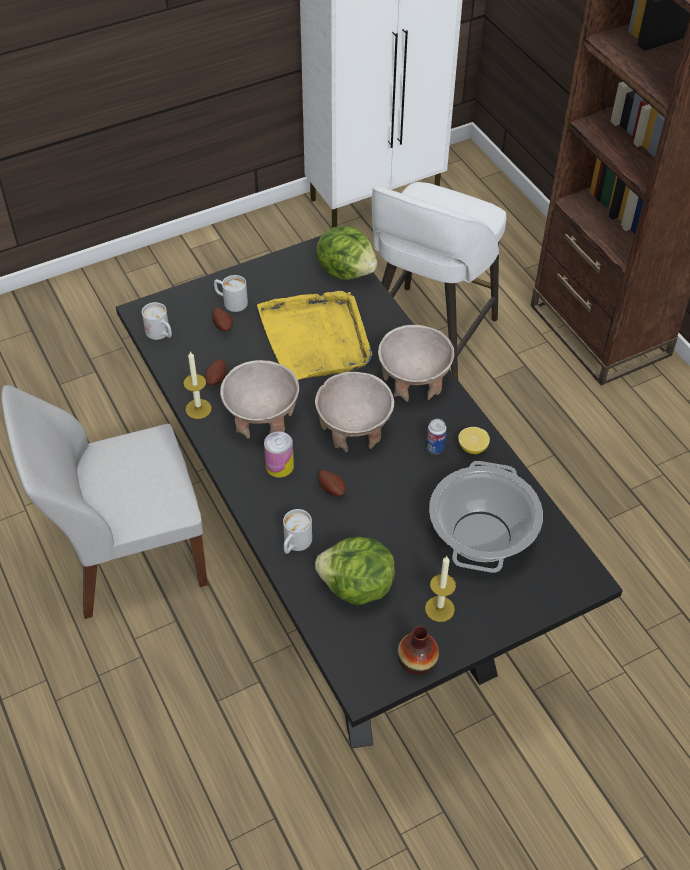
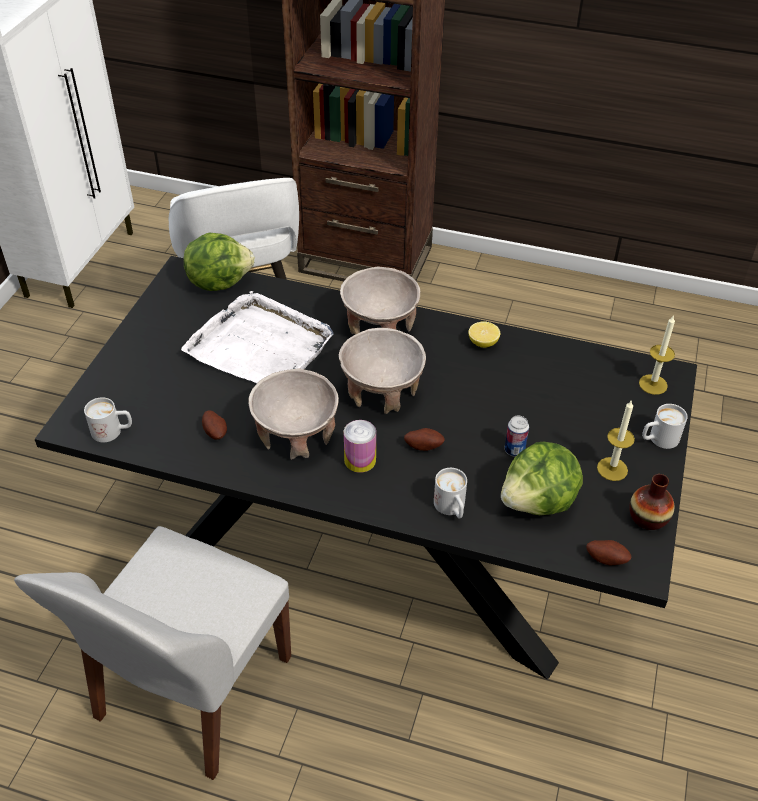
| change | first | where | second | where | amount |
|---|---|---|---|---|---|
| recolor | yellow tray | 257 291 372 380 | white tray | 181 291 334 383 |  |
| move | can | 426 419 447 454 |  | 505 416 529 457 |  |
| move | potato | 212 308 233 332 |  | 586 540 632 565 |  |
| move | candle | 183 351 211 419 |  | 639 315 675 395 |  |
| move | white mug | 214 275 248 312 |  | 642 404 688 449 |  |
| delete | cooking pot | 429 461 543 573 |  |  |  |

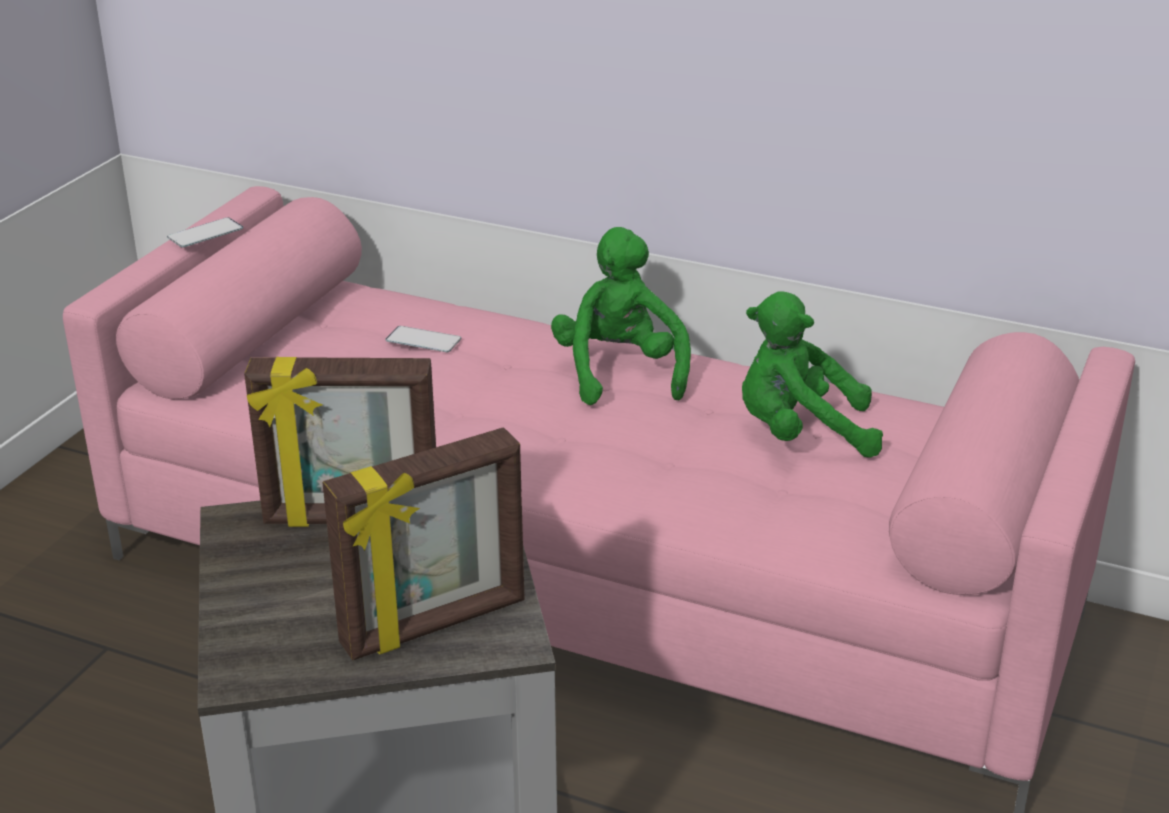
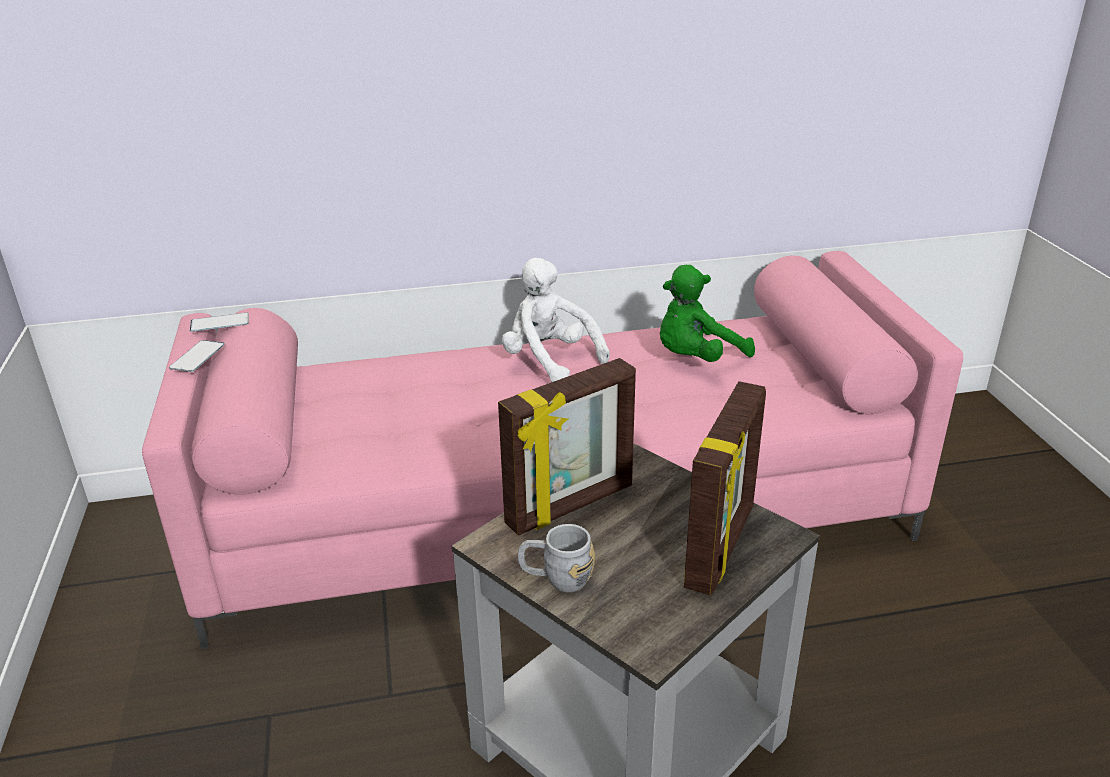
| change | first | where | second | where | amount |
|---|---|---|---|---|---|
| move | phone | 385 326 461 352 |  | 190 312 249 332 |  |
| recolor | green plush toy | 551 227 691 405 | white plush toy | 502 258 610 382 |  |
| insert |  |  | grey mug | 518 524 595 592 |  |

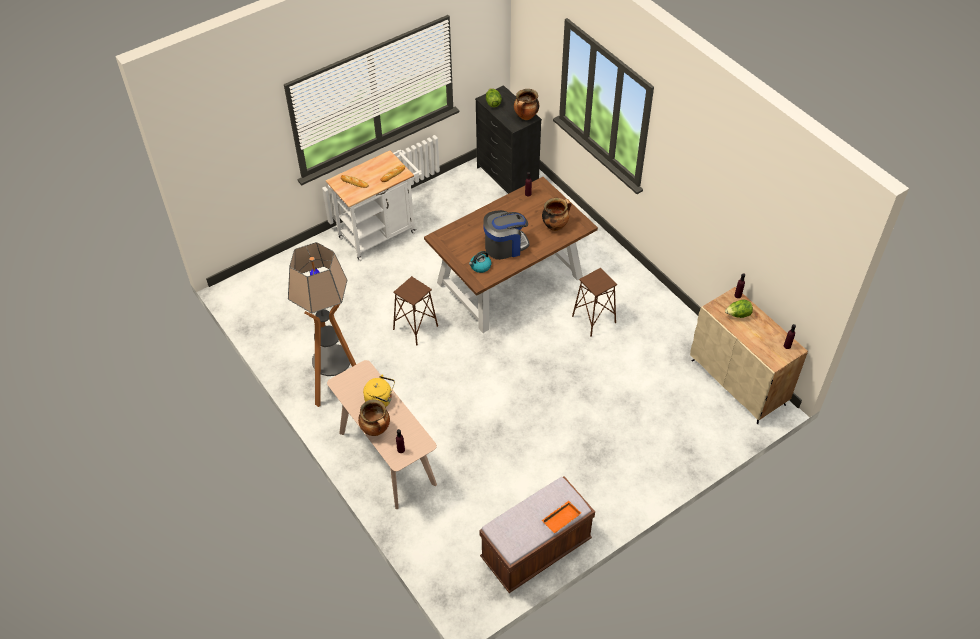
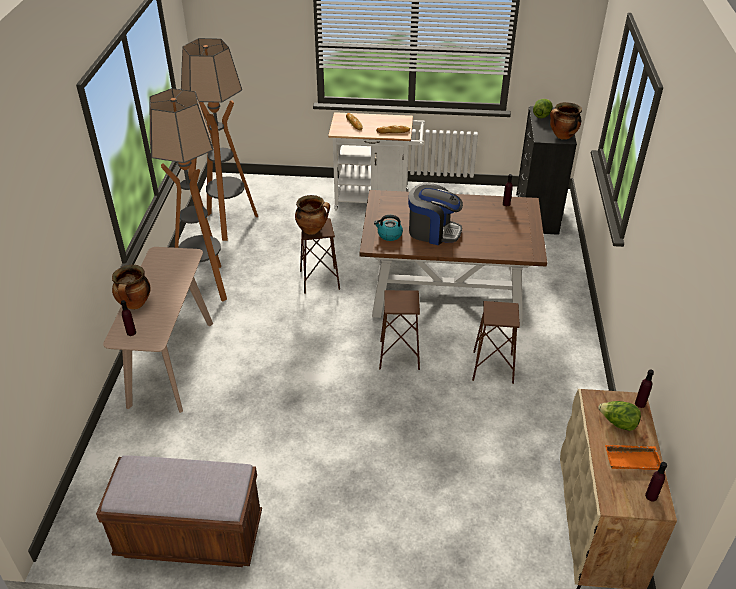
| change | first | where | second | where | amount |
|---|---|---|---|---|---|
| insert |  |  | floor lamp | 181 38 258 241 |  |
| move | cooking pot | 542 198 571 231 |  | 295 195 330 235 |  |
| insert |  |  | brown stool | 379 290 420 370 |  |
| move | orange tray | 542 501 581 533 |  | 605 445 661 470 |  |
| delete | yellow kettle | 363 375 395 407 |  |  |  |

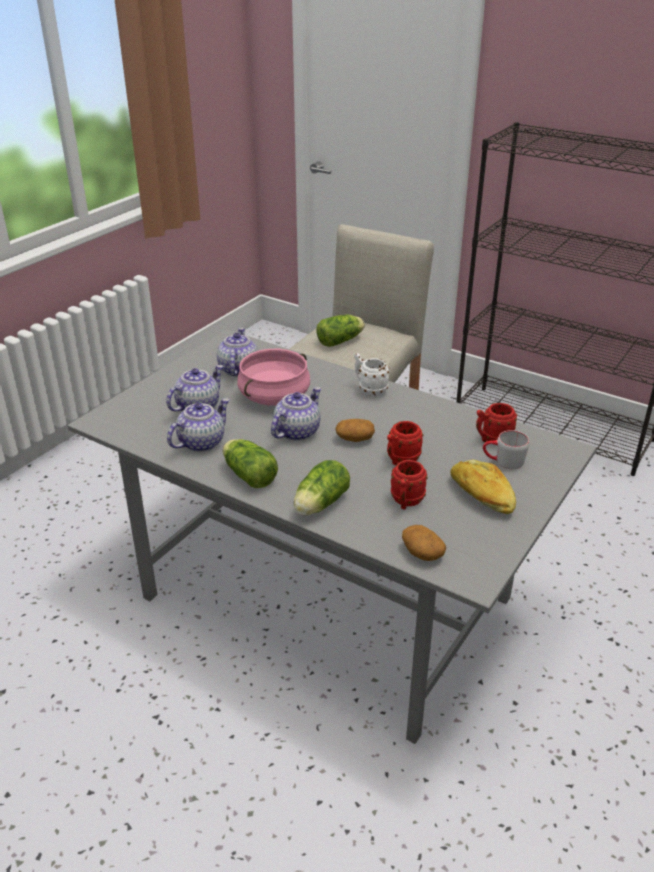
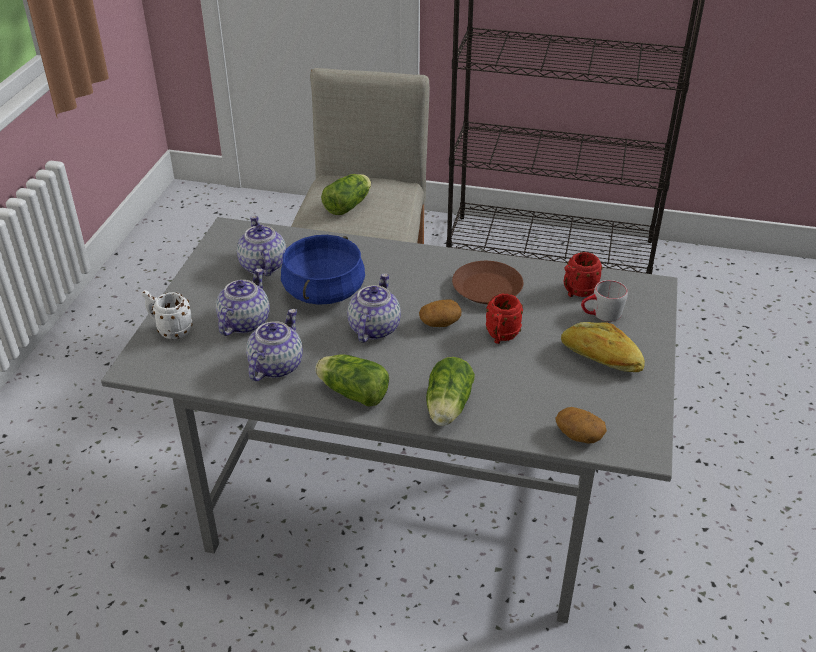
| change | first | where | second | where | amount |
|---|---|---|---|---|---|
| move | white mug | 354 353 389 396 |  | 142 290 192 339 |  |
| recolor | pink cooking pot | 237 349 310 406 | blue cooking pot | 281 235 365 305 |  |
| insert |  |  | brown plate | 452 261 523 304 |  |
| delete | red mug | 391 460 428 510 |  |  |  |

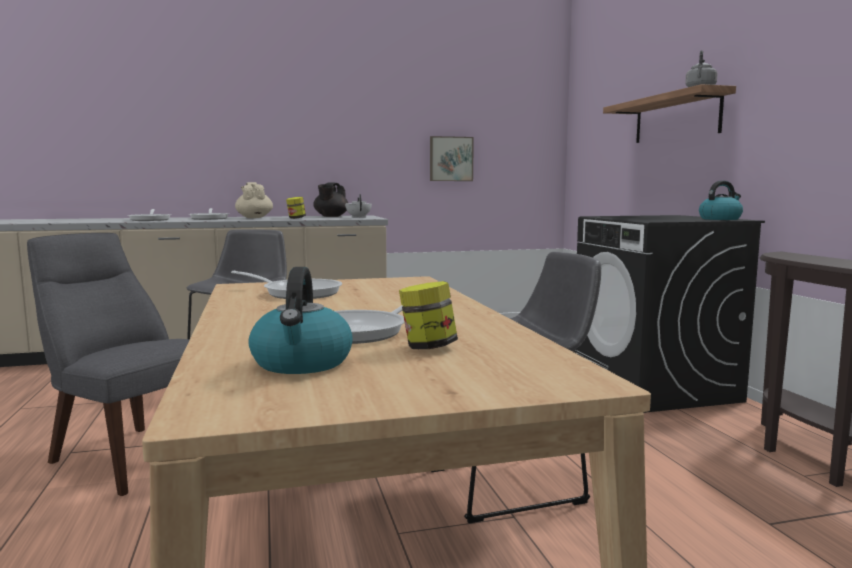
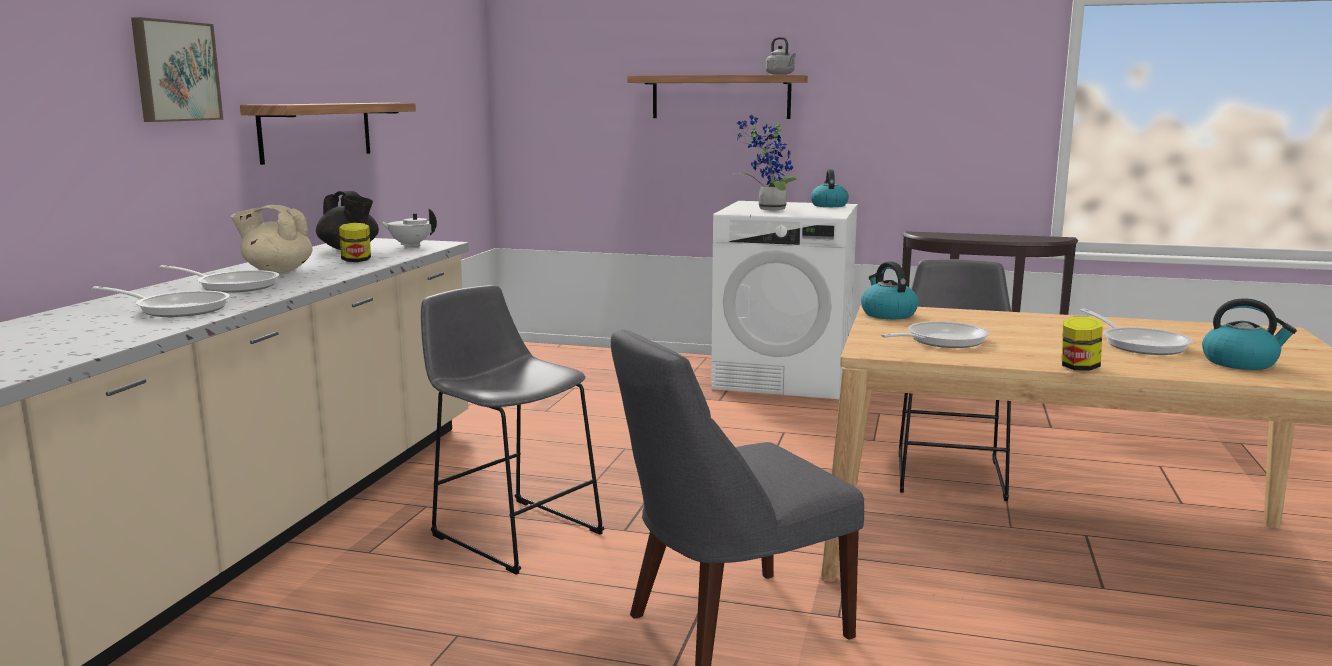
| change | first | where | second | where | amount |
|---|---|---|---|---|---|
| move | picture | 430 136 474 181 |  | 131 17 223 122 |  |
| insert |  |  | shelf | 240 103 416 165 |  |
| recolor | black washing machine | 574 215 765 413 | white washing machine | 711 201 858 399 |  |
| insert |  |  | potted plant | 733 115 799 210 |  |
| insert |  |  | kettle | 861 261 919 319 |  |
| move | jar | 399 281 458 349 |  | 1062 317 1103 371 |  |

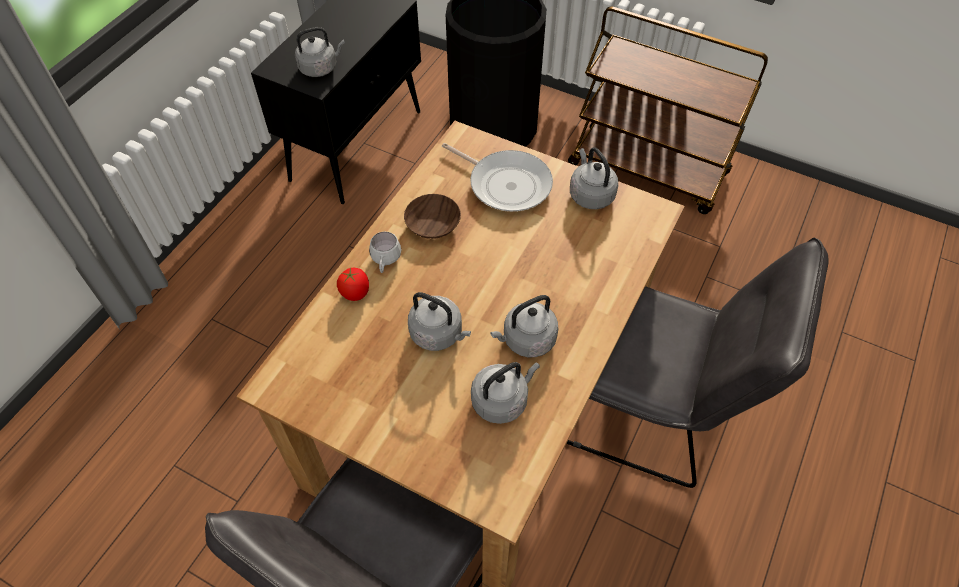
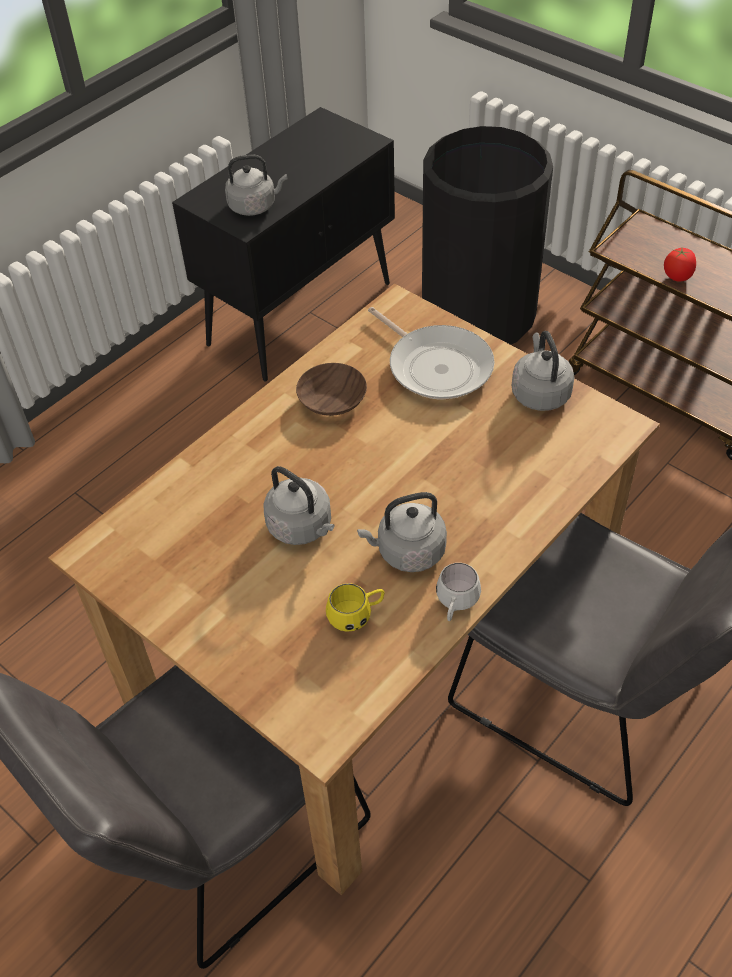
| change | first | where | second | where | amount |
|---|---|---|---|---|---|
| replace | grey kettle | 471 362 540 424 | yellow mug | 326 583 385 632 |  |
| move | white mug | 369 232 401 273 |  | 436 563 481 621 |  |
| move | tomato | 337 268 369 301 |  | 664 248 696 282 |  |

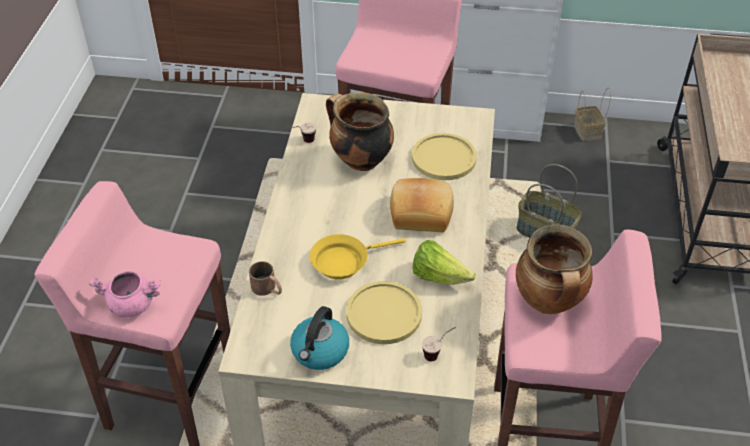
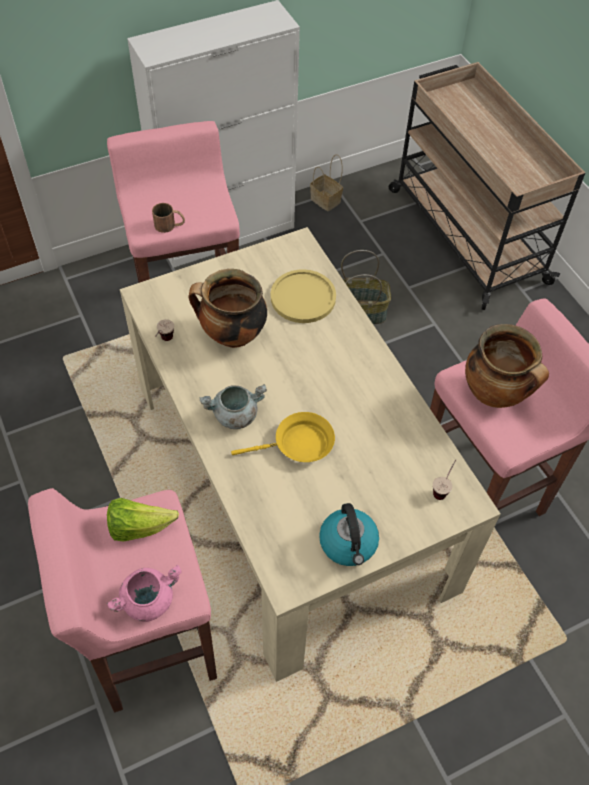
| change | first | where | second | where | amount |
|---|---|---|---|---|---|
| move | lettuce | 413 240 476 285 |  | 107 498 179 542 |  |
| move | brown mug | 249 261 282 296 |  | 152 203 185 233 |  |
| insert |  |  | grey cooking pot | 200 384 267 429 |  |
| rotate | yellow frying pan | 309 234 406 279 |  | 231 412 335 462 | 135 degrees counterclockwise |
| delete | yellow plate | 346 281 422 344 |  |  |  |
| delete | bread | 390 178 454 232 |  |  |  |

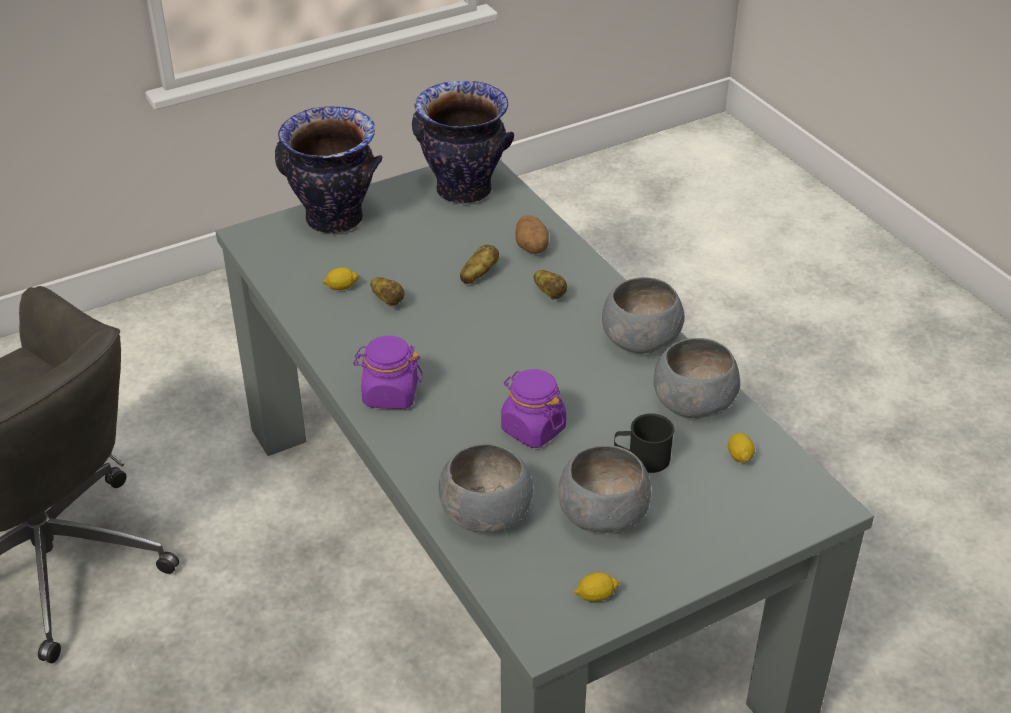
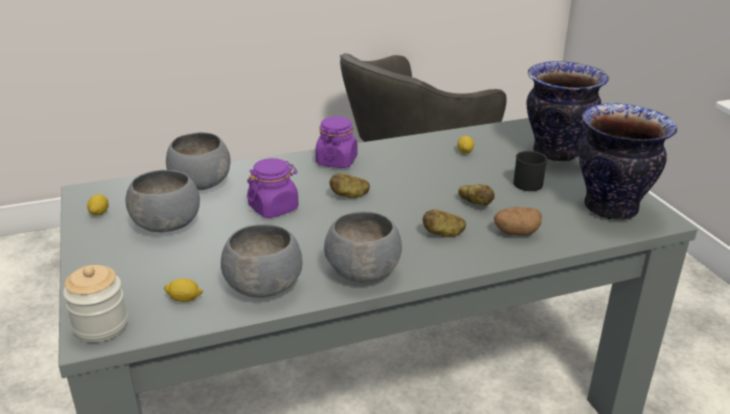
| change | first | where | second | where | amount |
|---|---|---|---|---|---|
| insert |  |  | jar | 63 265 128 343 |  |
| move | potato | 370 277 404 307 |  | 329 173 370 198 |  |
| move | black mug | 614 413 674 473 |  | 513 151 547 191 |  |

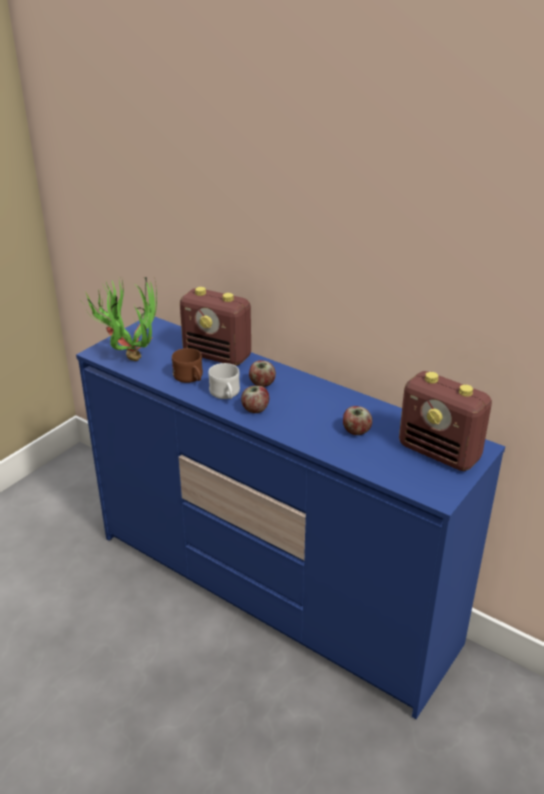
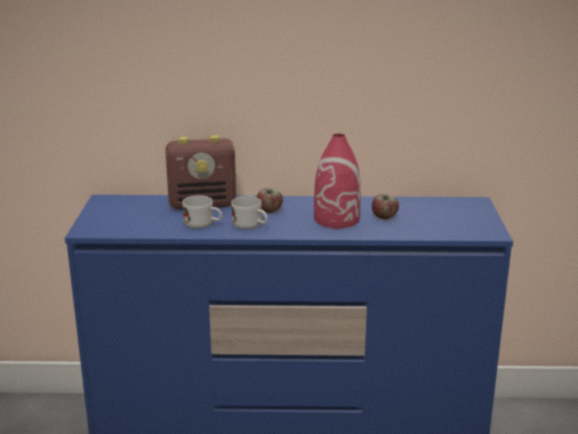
| change | first | where | second | where | amount |
|---|---|---|---|---|---|
| recolor | brown mug | 172 348 203 383 | white mug | 182 195 222 228 |  |
| insert |  |  | red vase | 314 133 361 228 |  |
| delete | potted plant | 80 277 157 361 |  |  |  |
| delete | apple | 241 386 269 413 |  |  |  |
| delete | radio | 399 371 492 471 |  |  |  |

